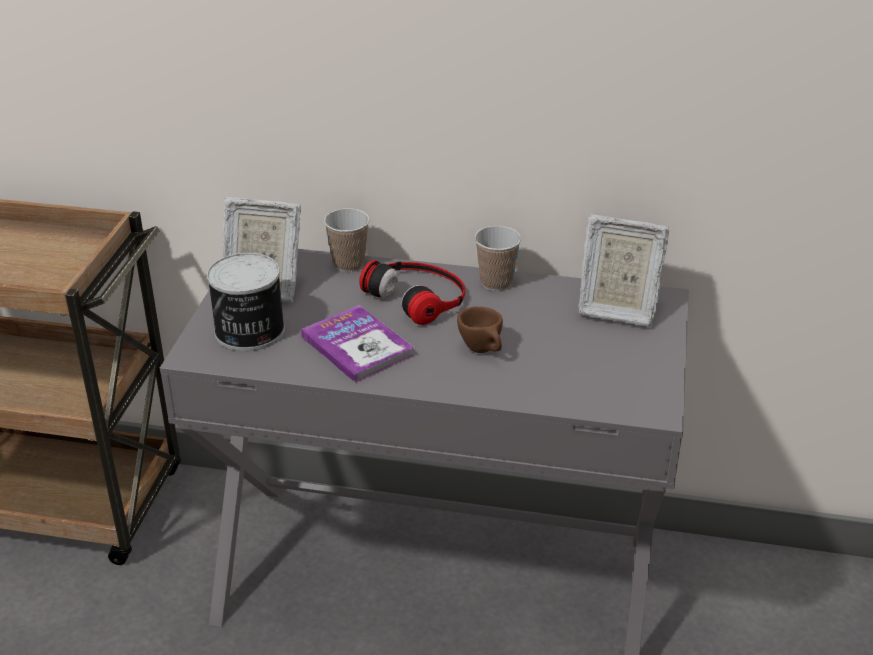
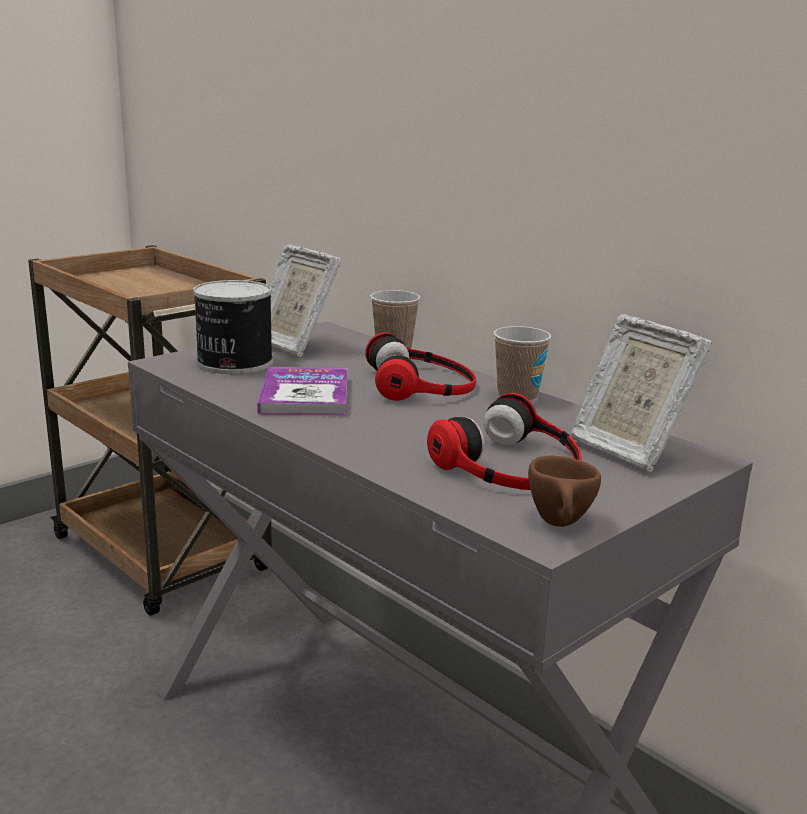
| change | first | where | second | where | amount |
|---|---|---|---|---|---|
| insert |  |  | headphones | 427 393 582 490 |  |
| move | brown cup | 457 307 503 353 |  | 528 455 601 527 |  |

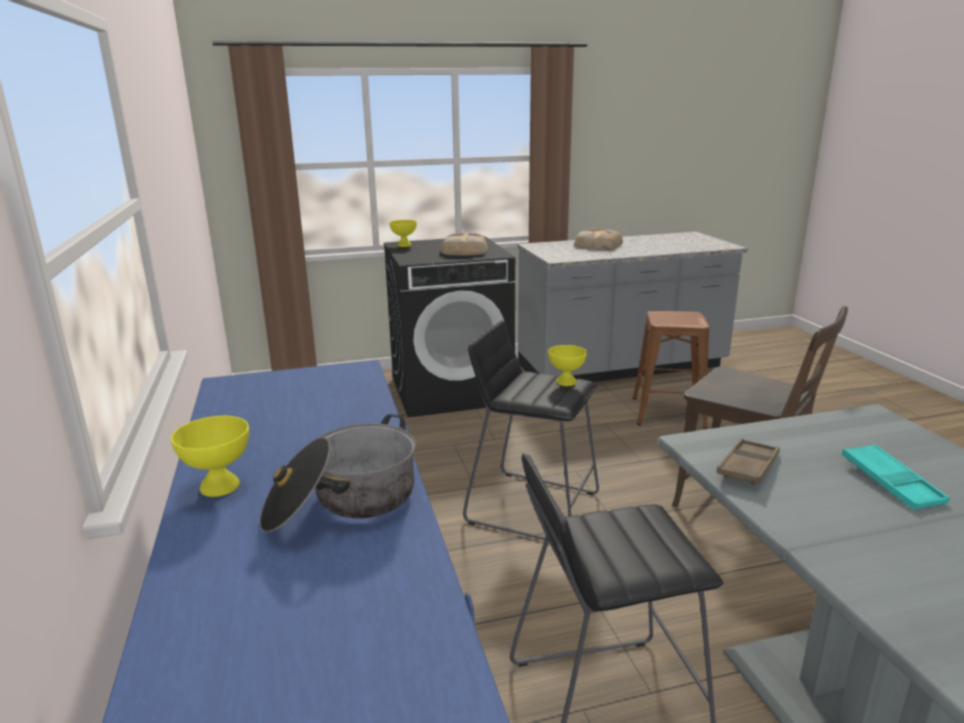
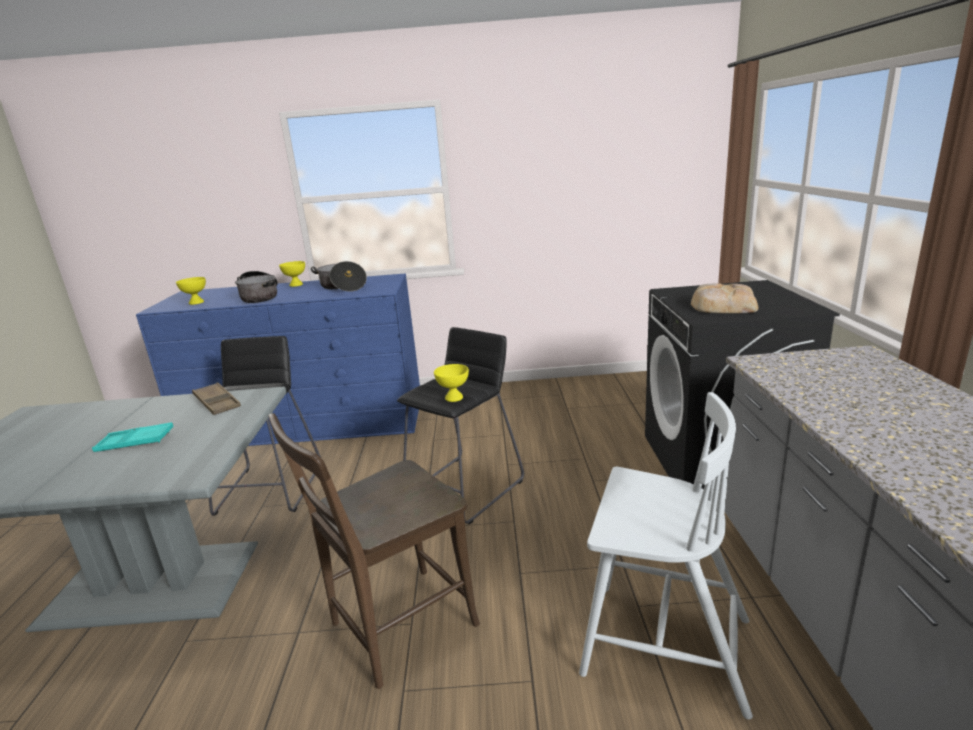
| change | first | where | second | where | amount |
|---|---|---|---|---|---|
| move | yellow bowl | 389 220 417 247 |  | 176 277 206 305 |  |
| insert |  |  | cooking pot | 311 261 367 292 |  |
| replace | brown stool | 633 311 709 429 | white chair | 579 392 753 720 |  |
| delete | bread | 574 229 623 250 |  |  |  |

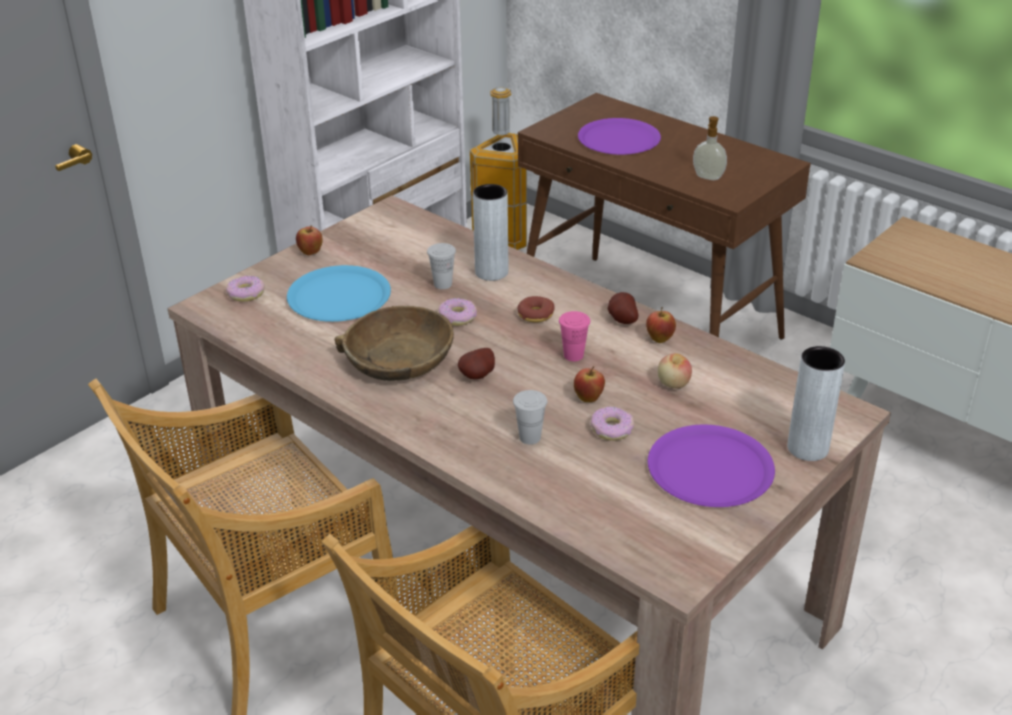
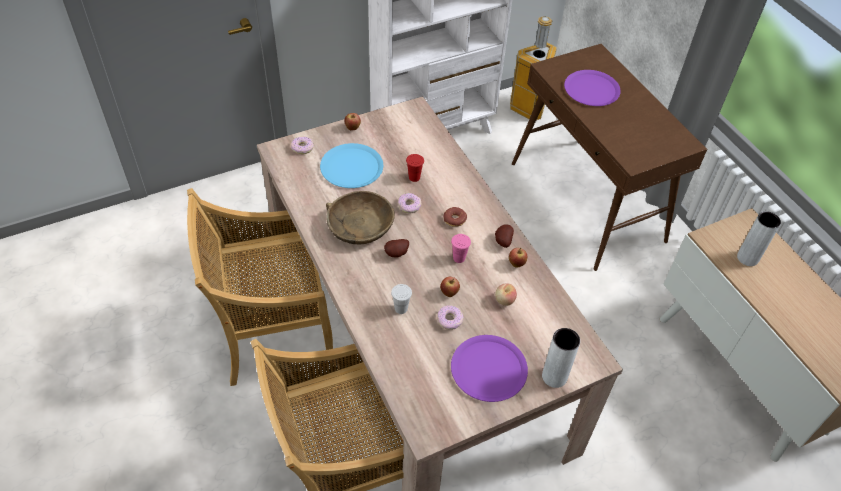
| change | first | where | second | where | amount |
|---|---|---|---|---|---|
| recolor | white cup | 427 243 456 289 | red cup | 406 154 424 182 |  |
| move | grey vase | 473 184 508 281 |  | 737 211 781 266 |  |
| delete | soap dispenser | 693 116 727 180 |  |  |  |

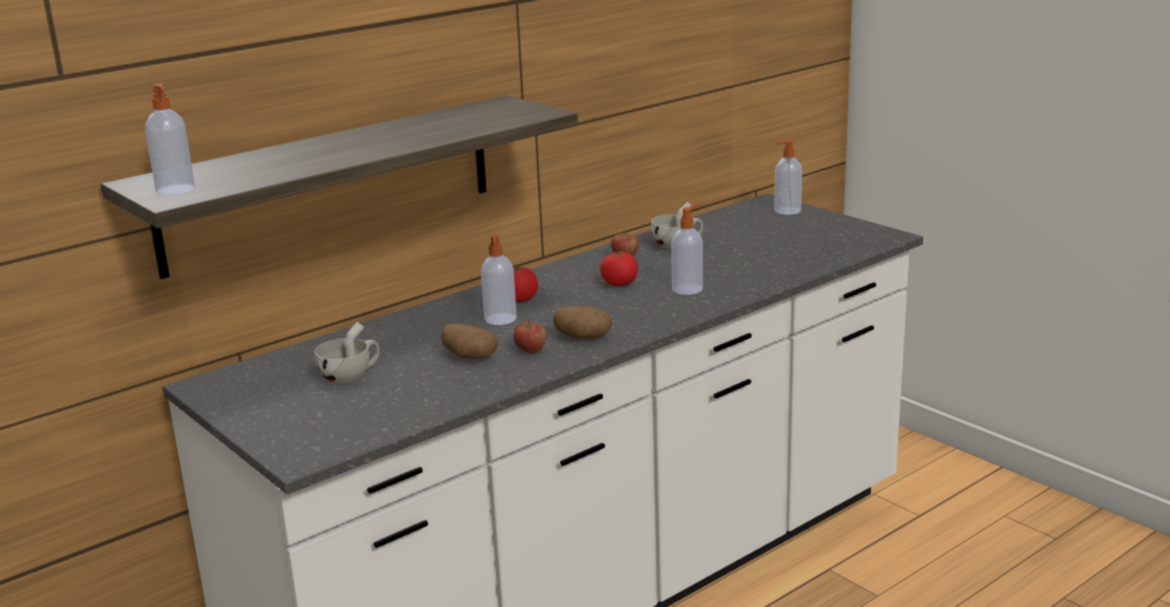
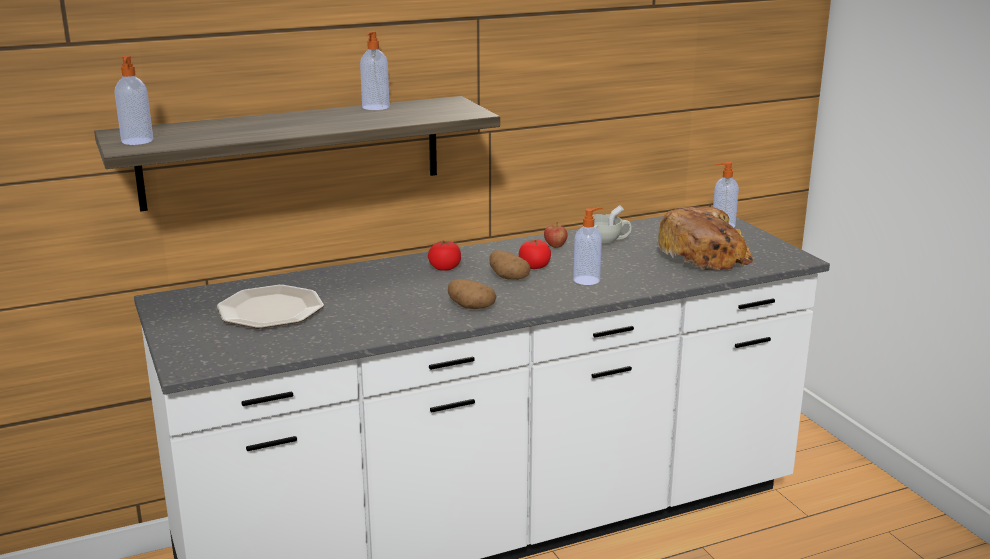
| change | first | where | second | where | amount |
|---|---|---|---|---|---|
| replace | white cup | 315 322 379 384 | plate | 217 285 324 328 |  |
| move | soap dispenser | 481 234 517 325 |  | 360 31 390 110 |  |
| move | potato | 441 323 498 360 |  | 490 250 531 280 |  |
| insert |  |  | bread | 658 206 753 270 |  |
| delete | apple | 513 318 547 353 |  |  |  |

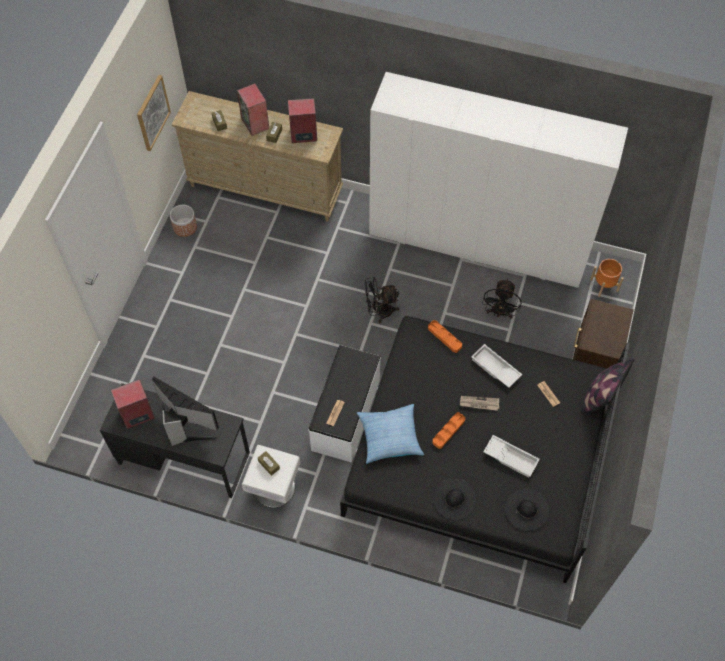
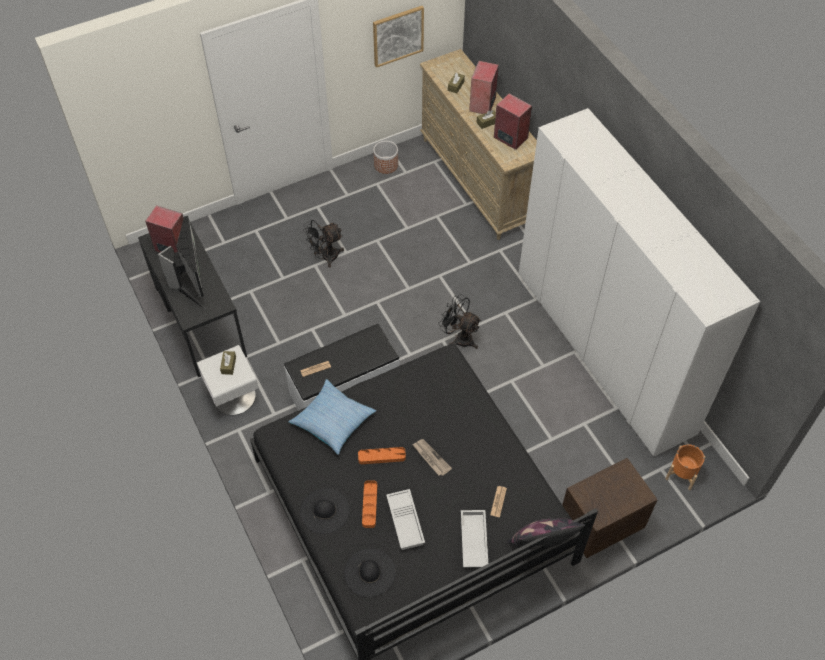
| change | first | where | second | where | amount |
|---|---|---|---|---|---|
| move | black fan | 482 279 522 319 |  | 303 220 344 268 |  |
| move | orange tray | 428 320 462 353 |  | 362 480 377 528 |  |
| move | white tray | 471 344 522 388 |  | 461 510 488 567 |  |

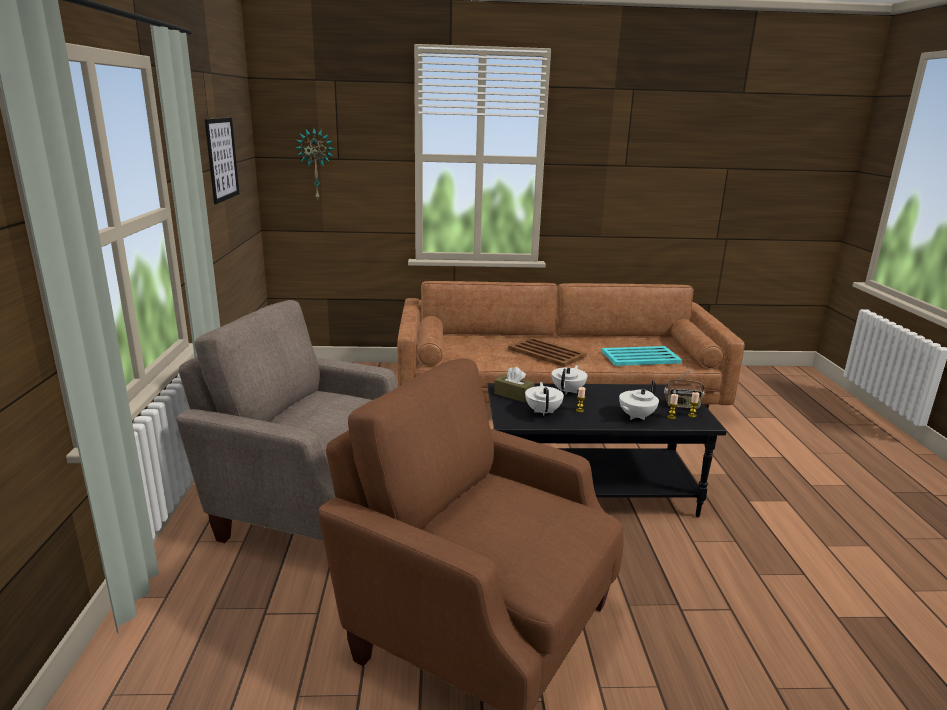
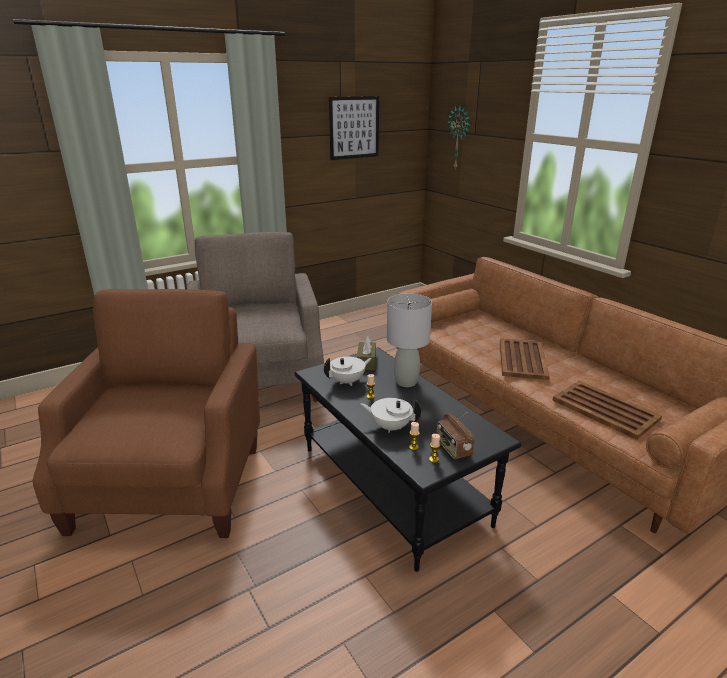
| change | first | where | second | where | amount |
|---|---|---|---|---|---|
| replace | white teapot | 552 365 588 395 | grey table lamp | 387 293 432 387 |  |
| recolor | turquoise tray | 601 346 682 366 | brown tray | 552 381 662 440 |  |

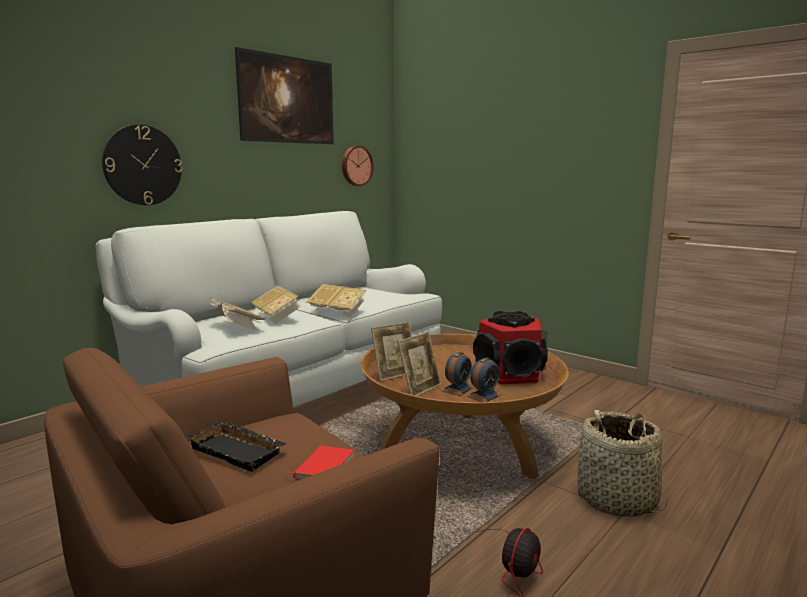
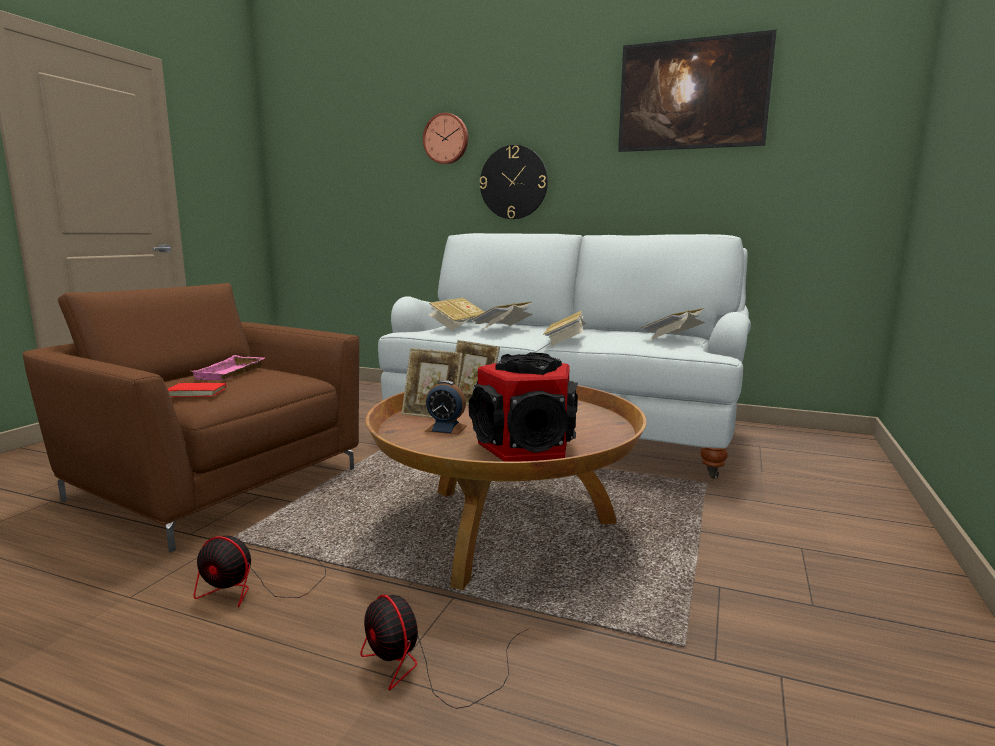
| change | first | where | second | where | amount |
|---|---|---|---|---|---|
| recolor | black tray | 185 420 287 472 | pink tray | 192 355 265 380 |  |
| replace | basket | 578 410 668 517 | fan | 360 594 528 709 |  |
| move | wall clock | 342 146 373 186 |  | 423 113 468 164 |  |
| insert |  |  | book | 641 308 705 340 |  |
| delete | alarm clock | 467 358 501 402 |  |  |  |

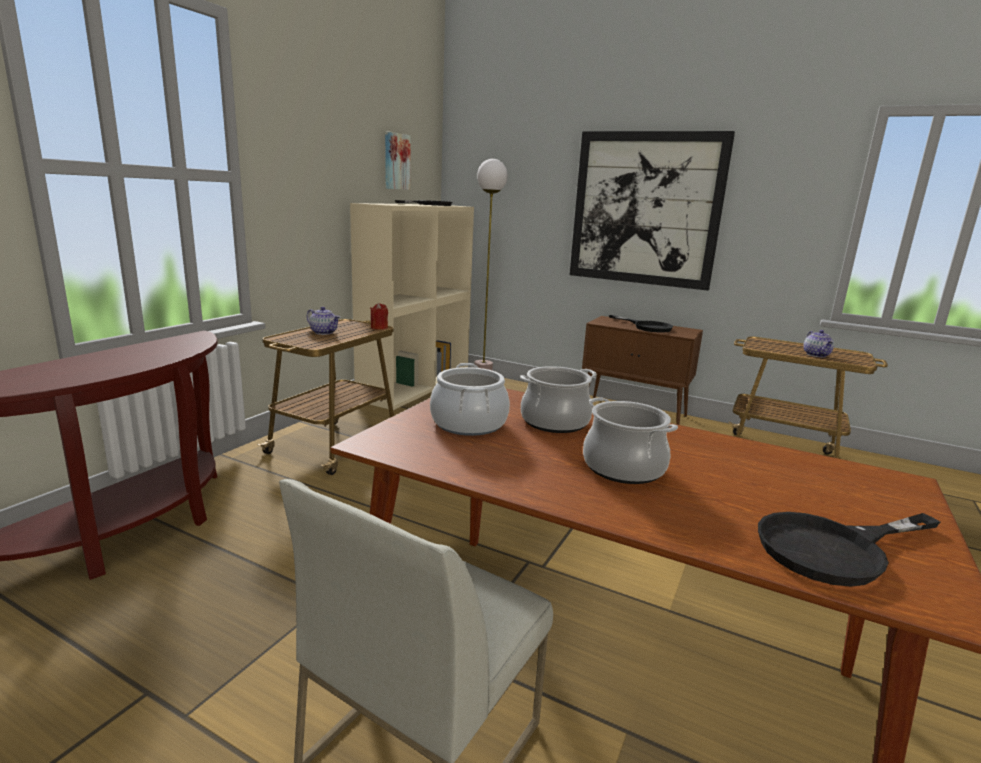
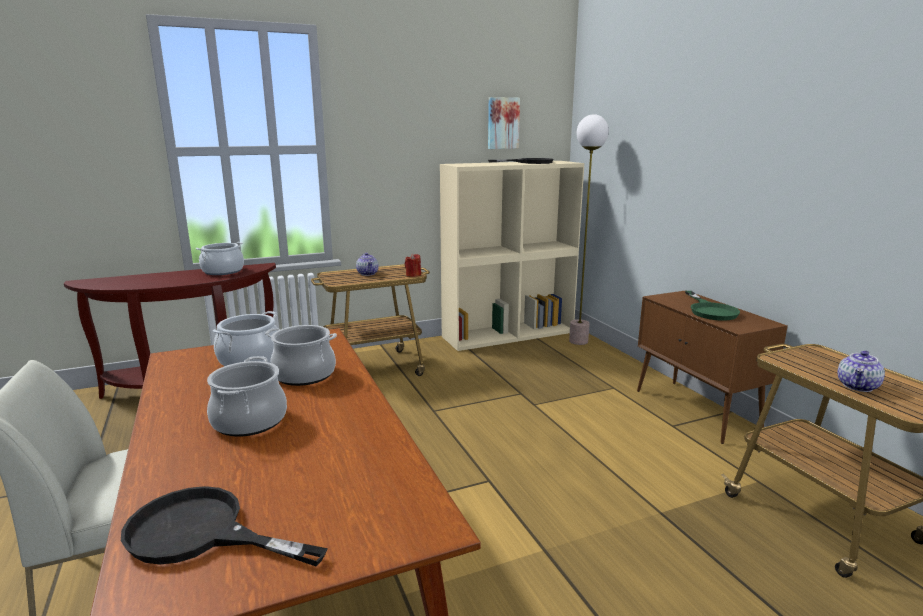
| change | first | where | second | where | amount |
|---|---|---|---|---|---|
| insert |  |  | cooking pot | 196 242 244 275 |  |
| recolor | black frying pan | 609 315 673 333 | green frying pan | 685 291 740 321 |  |
| delete | picture | 570 131 735 290 |  |  |  |

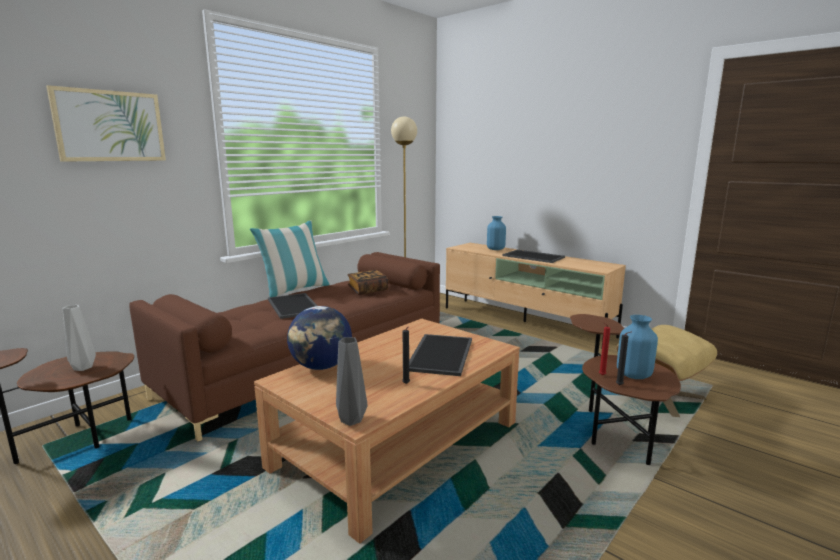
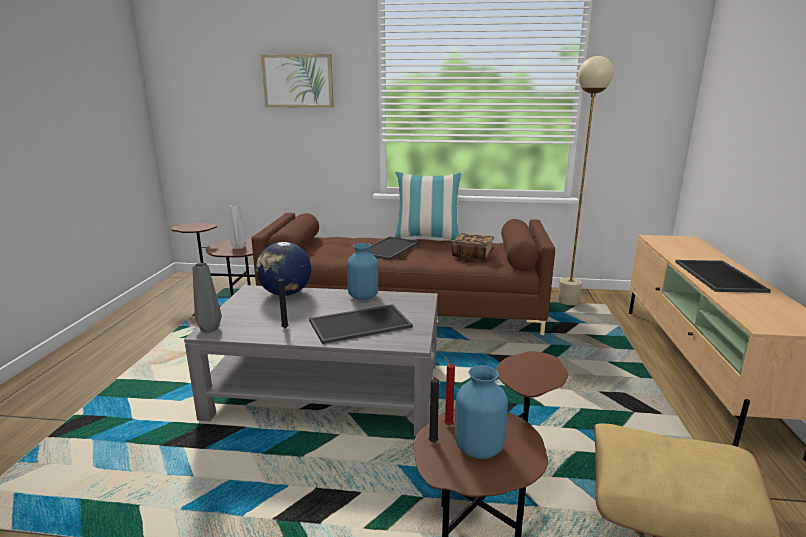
| change | first | where | second | where | amount |
|---|---|---|---|---|---|
| recolor | brown coffee table | 254 319 520 544 | grey coffee table | 184 285 438 437 |  |
| move | blue vase | 487 216 506 250 |  | 347 243 378 300 |  |

